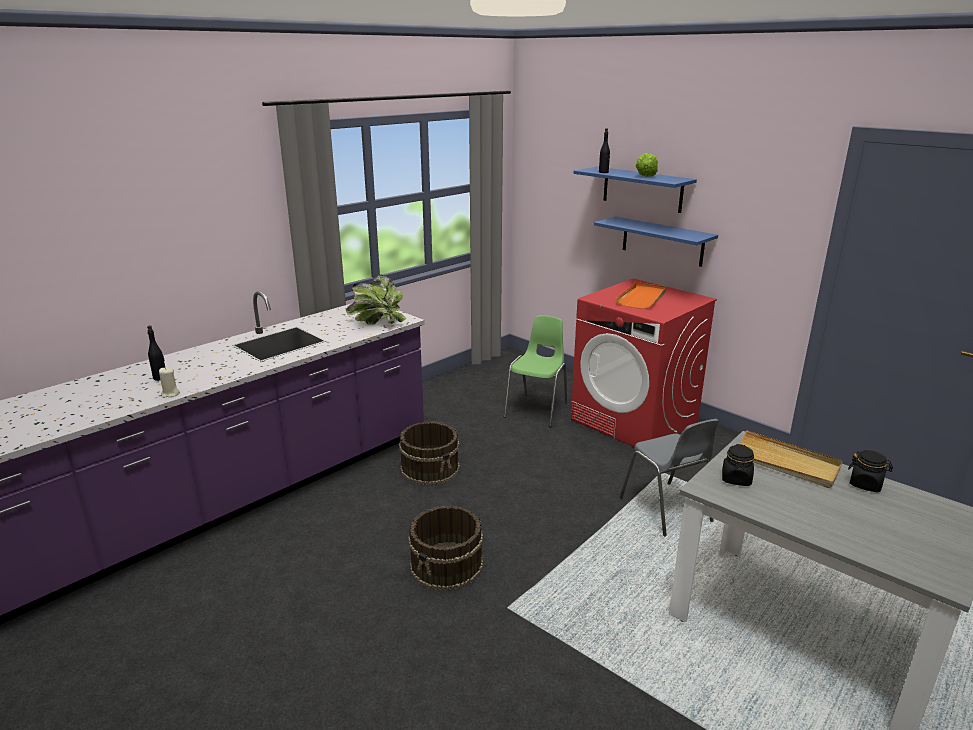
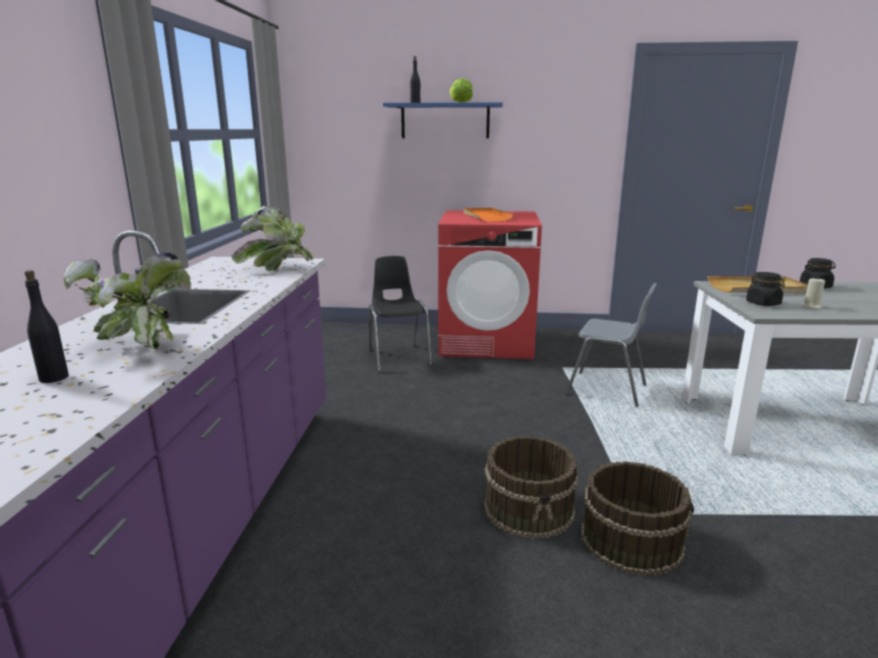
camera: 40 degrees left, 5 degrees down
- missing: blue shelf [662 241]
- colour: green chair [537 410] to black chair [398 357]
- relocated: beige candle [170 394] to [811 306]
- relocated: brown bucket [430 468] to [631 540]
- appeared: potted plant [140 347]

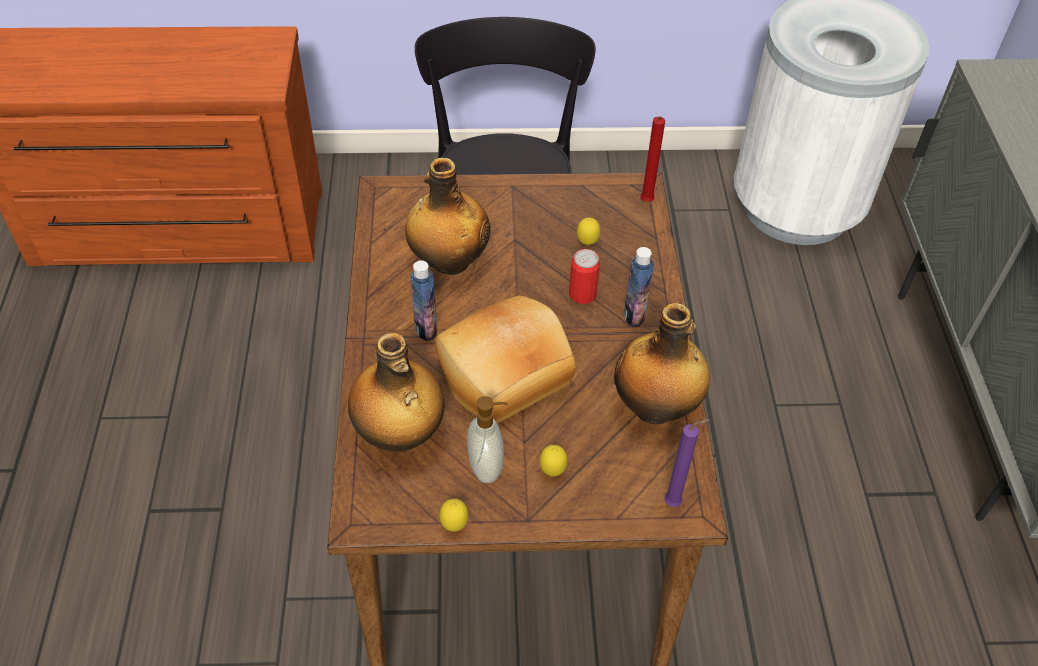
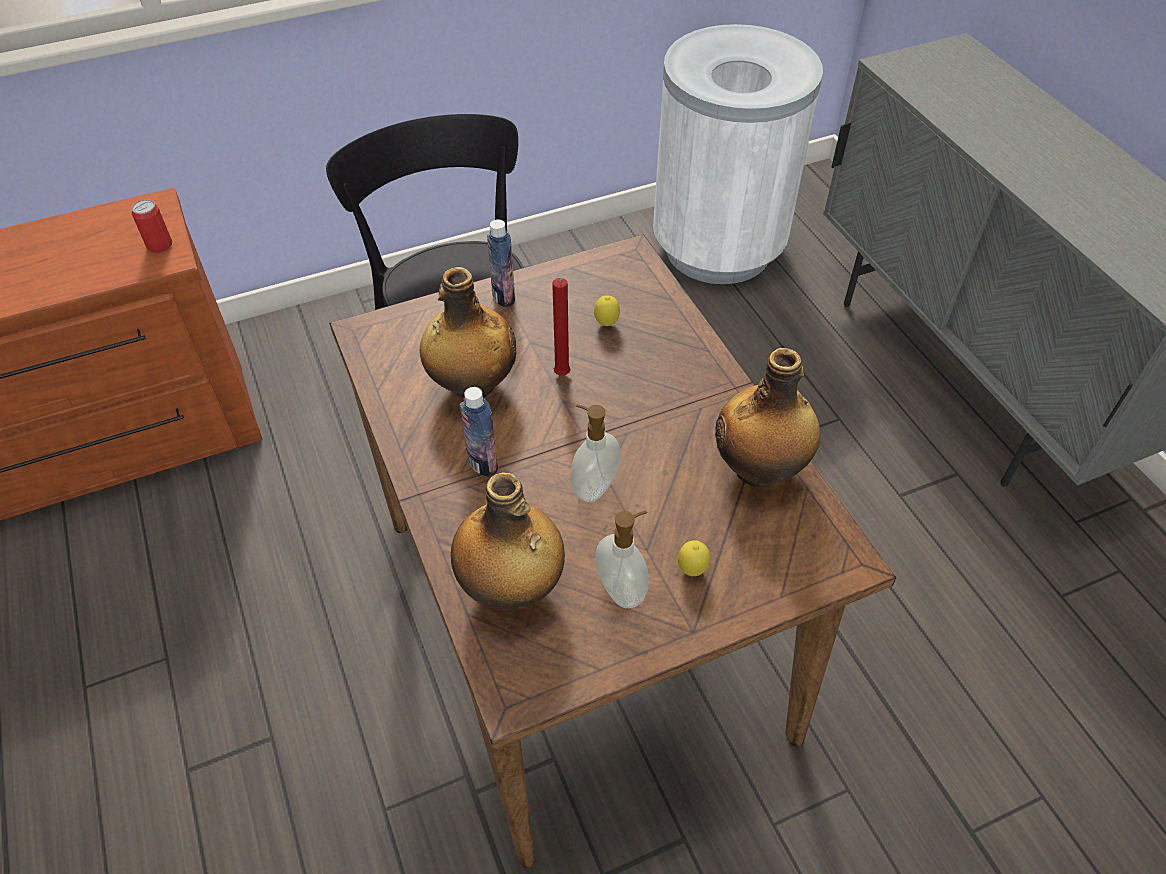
camera: 20 degrees left, 0 degrees up
- relocated: red candle [645 202] to [561 376]
- relocated: bottle [634 314] to [503 296]
- relocated: can [582 294] to [159 245]
- exchanged: bread [506 376] to soap dispenser [593 486]
- missing: purple candle [675 503]
- missing: lemon [454 525]

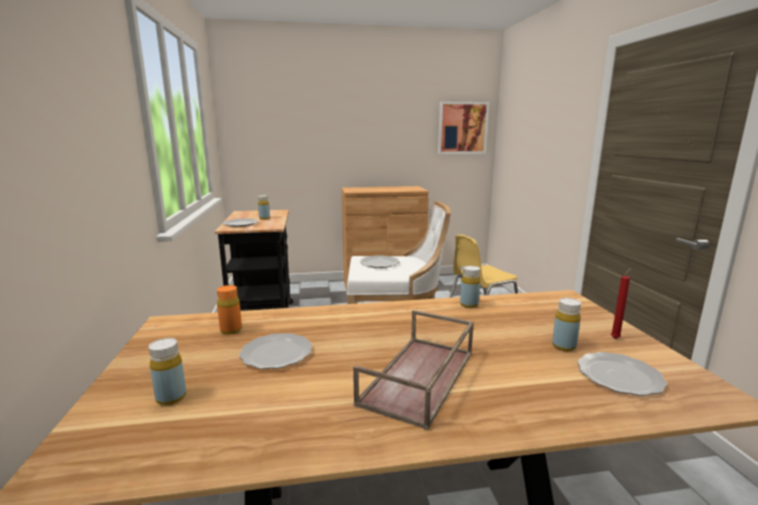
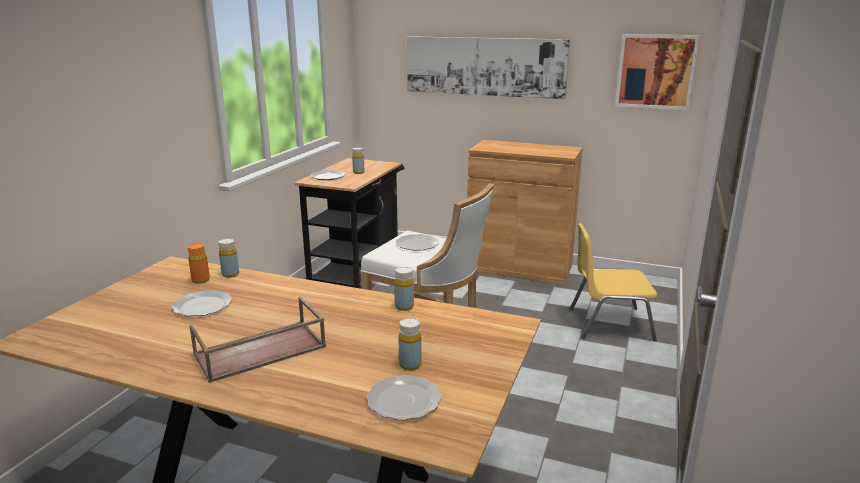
camera: 30 degrees right, 5 degrees up
- missing: red candle [616 338]
- relocated: yellow bottle [171 397] to [230 274]
- appeared: picture [484 66]

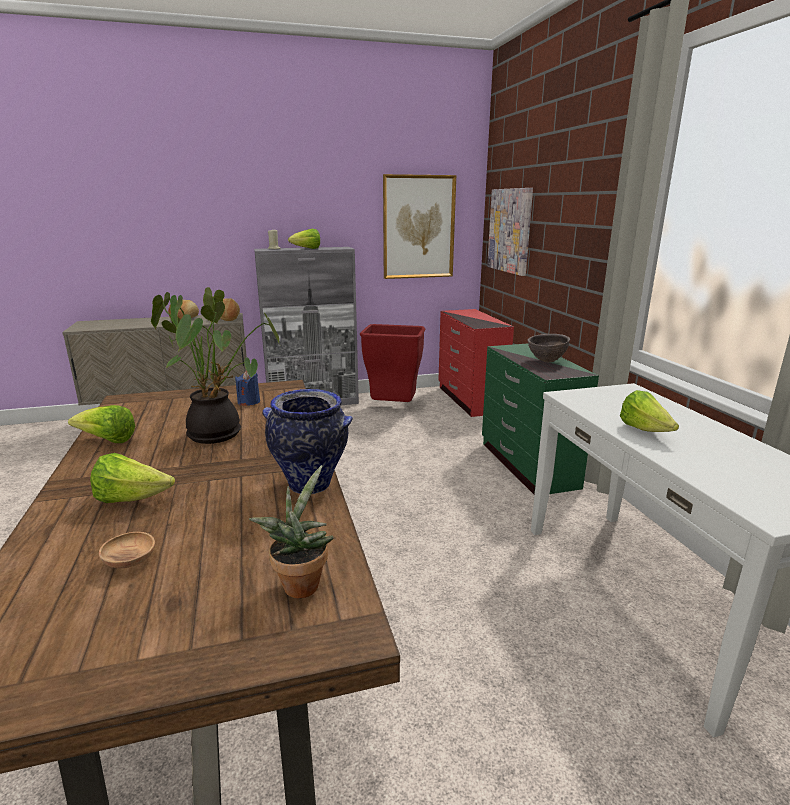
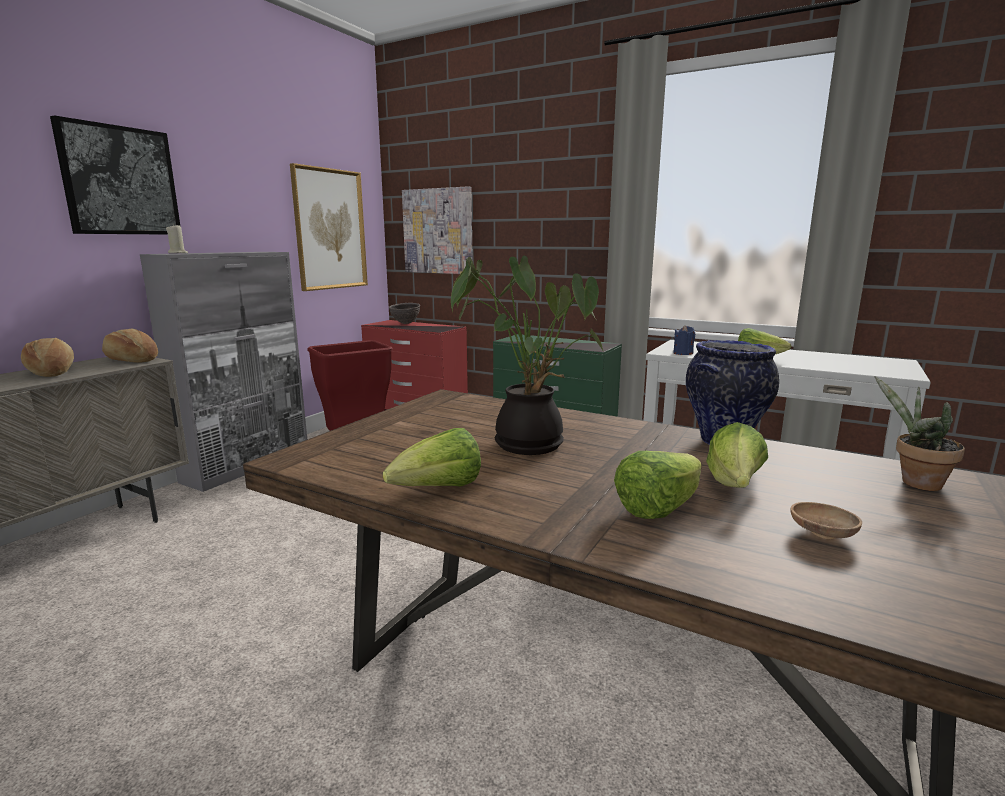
camera: 45 degrees left, 5 degrees down
- relocated: lettuce [307 249] to [734 486]
- relocated: brown bowl [546 361] to [405 323]
- relocated: blue candle [249 402] to [683 353]
- appeared: picture [120 181]

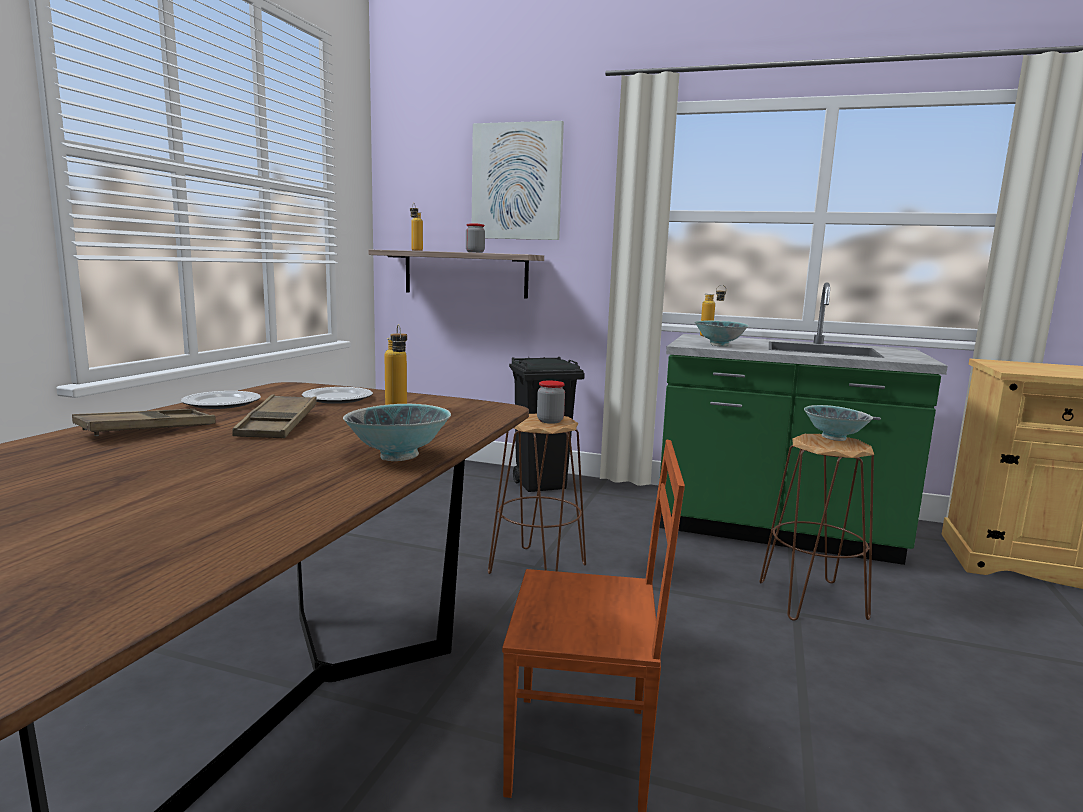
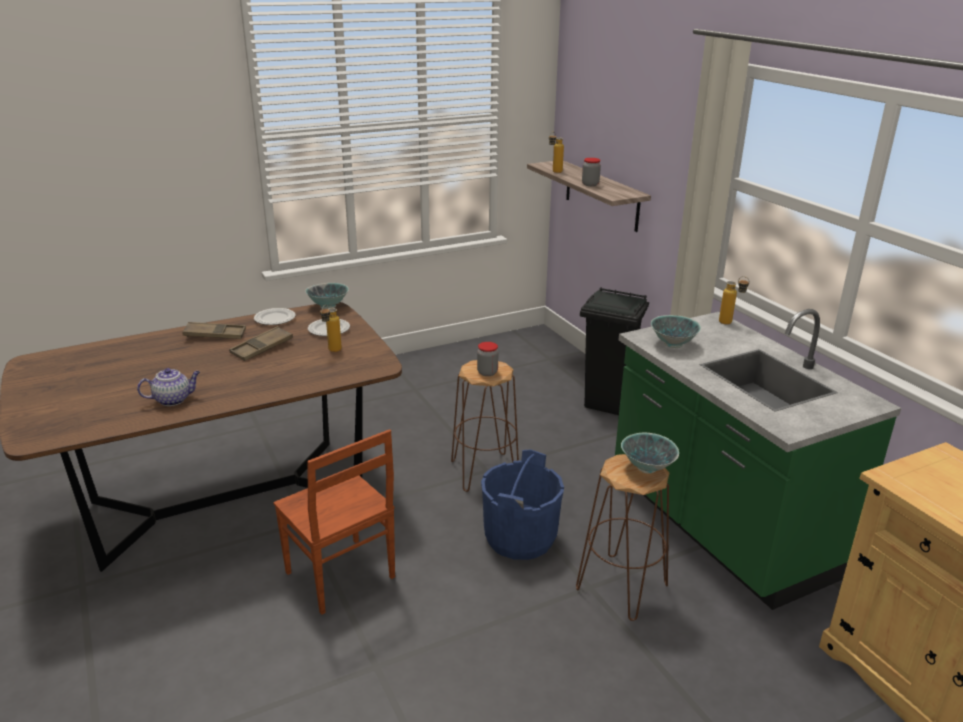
camera: 45 degrees right, 15 degrees up
- missing: picture [517 182]
- relocated: bowl [399 456] to [328 307]
- appeared: teapot [173 399]
- appeared: blue bucket [520 538]

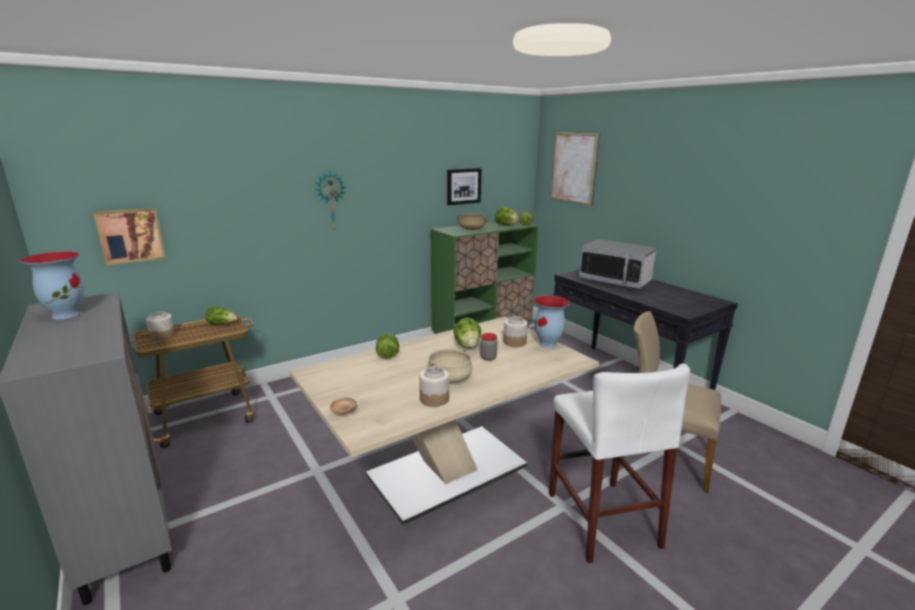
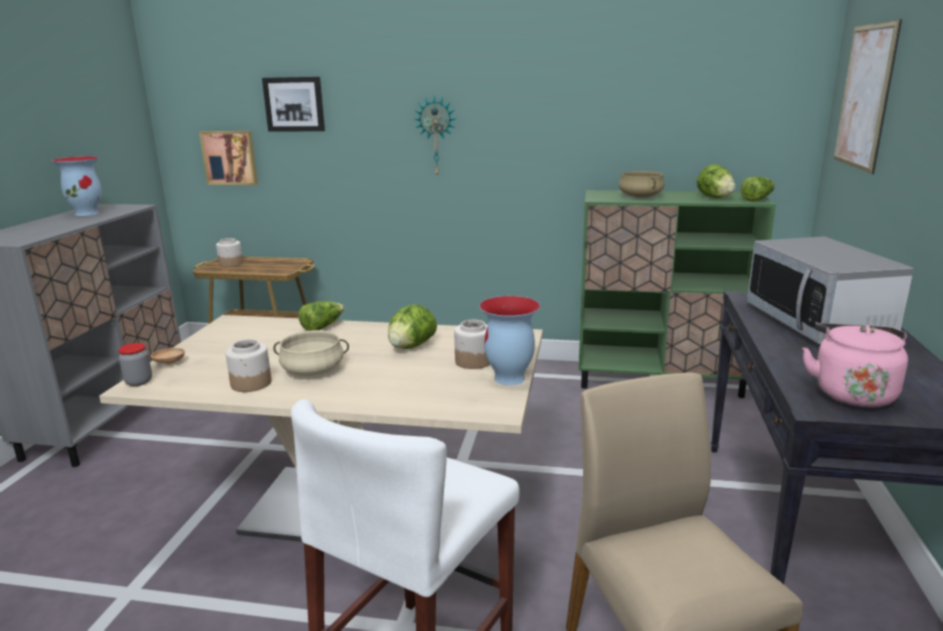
camera: 45 degrees right, 0 degrees up
- relocated: picture [463 186] to [294 104]
- missing: lettuce [222 324]
- relocated: jar [488 357] to [139 382]
- appeared: pink kettle [851 393]

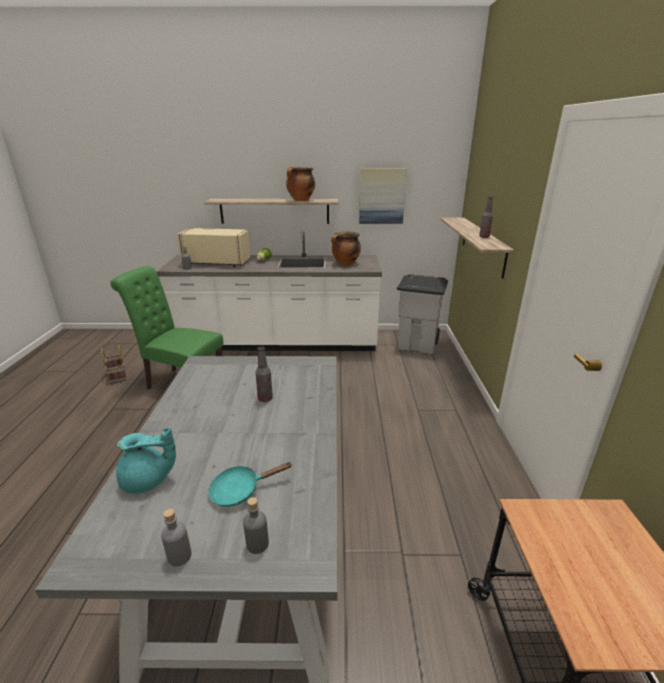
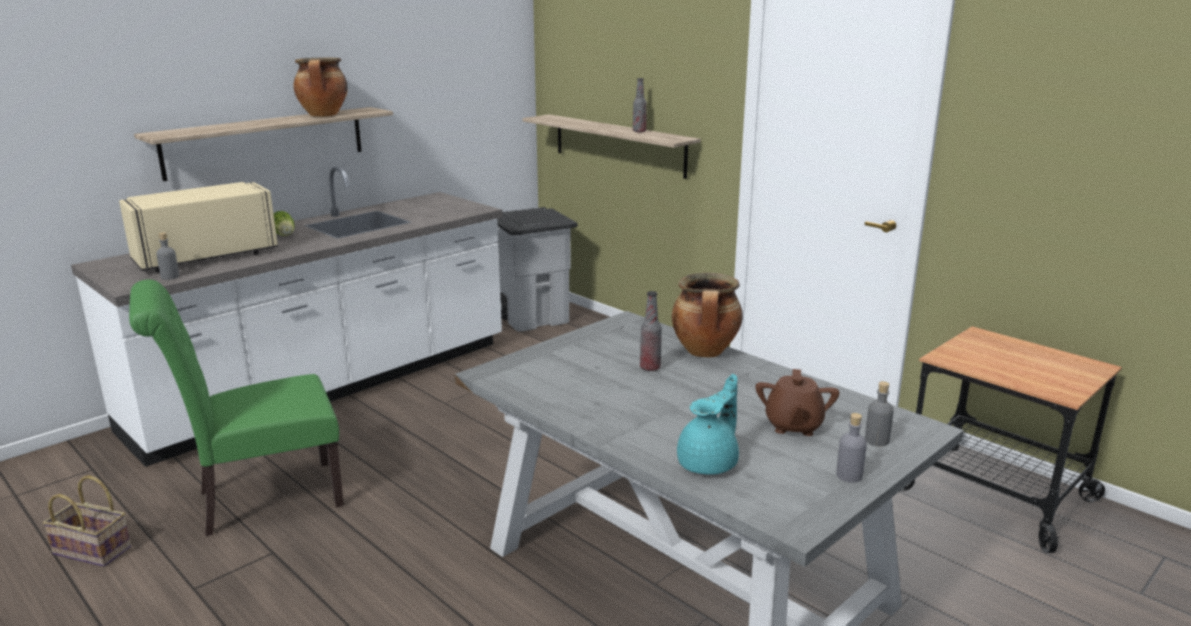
camera: 45 degrees left, 5 degrees down
- missing: picture [382 196]
- relocated: cooking pot [345 264] to [705 352]
- exchanged: turquoise frying pan [240 490] to brown teapot [793 426]

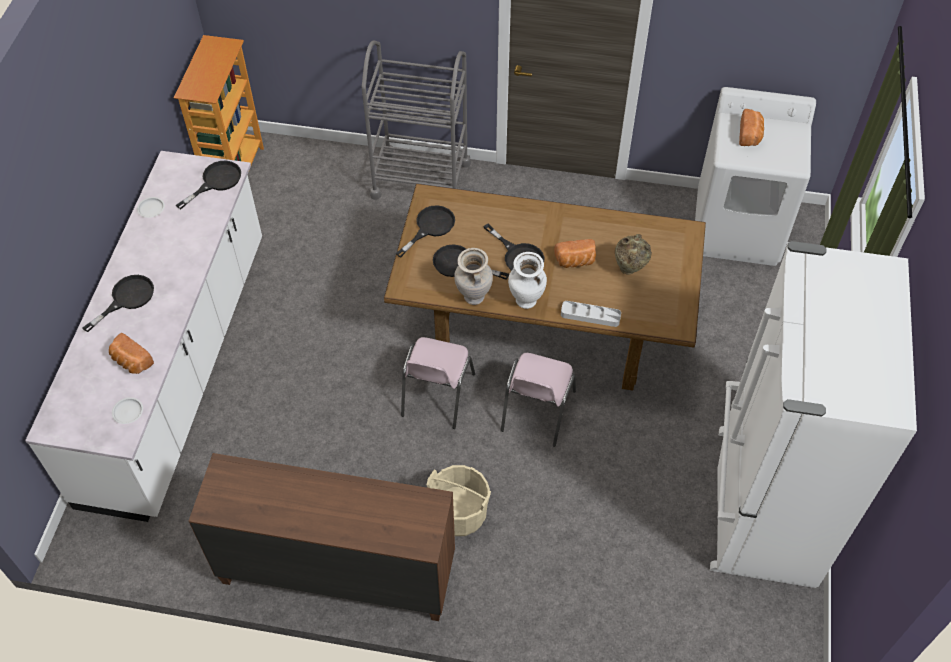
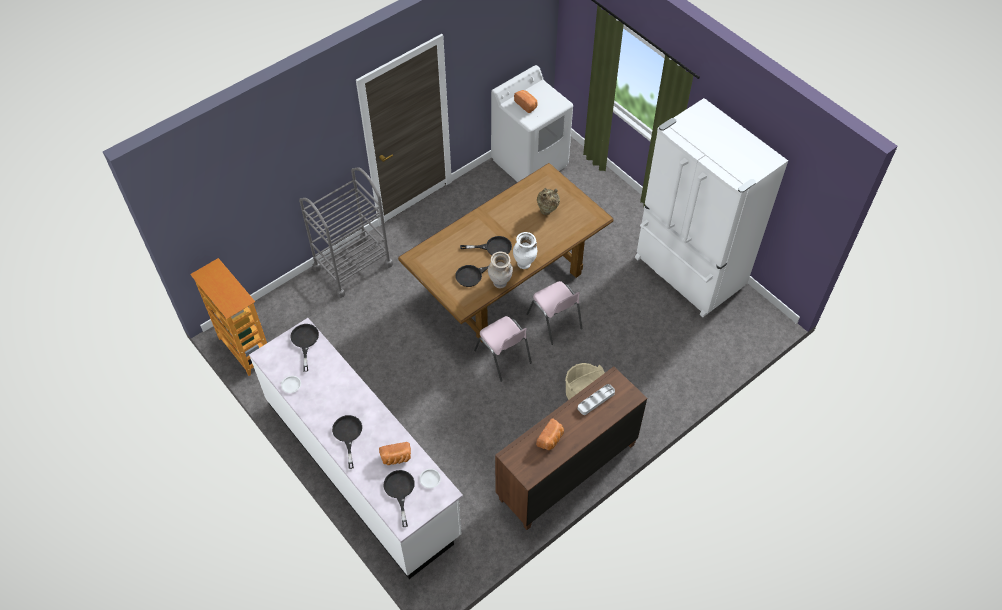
camera: 50 degrees left, 0 degrees up
- relocated: black frying pan [430 227] to [400 491]
- relocated: bread [575 261] to [551 439]
- relocated: grey tray [590 316] to [596 400]

